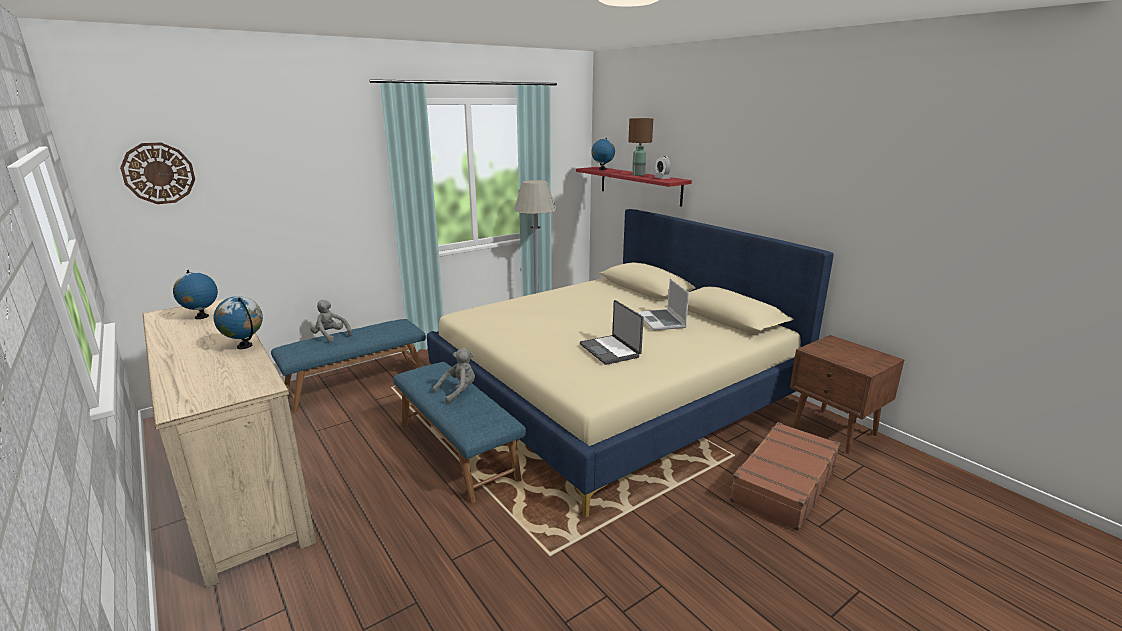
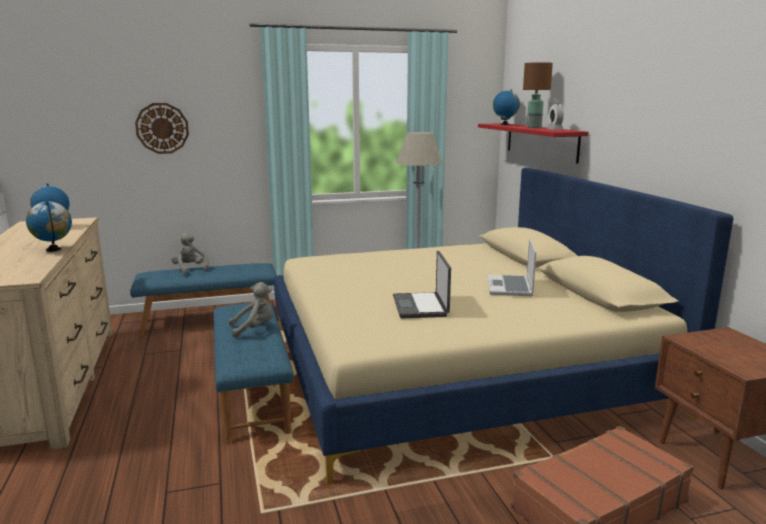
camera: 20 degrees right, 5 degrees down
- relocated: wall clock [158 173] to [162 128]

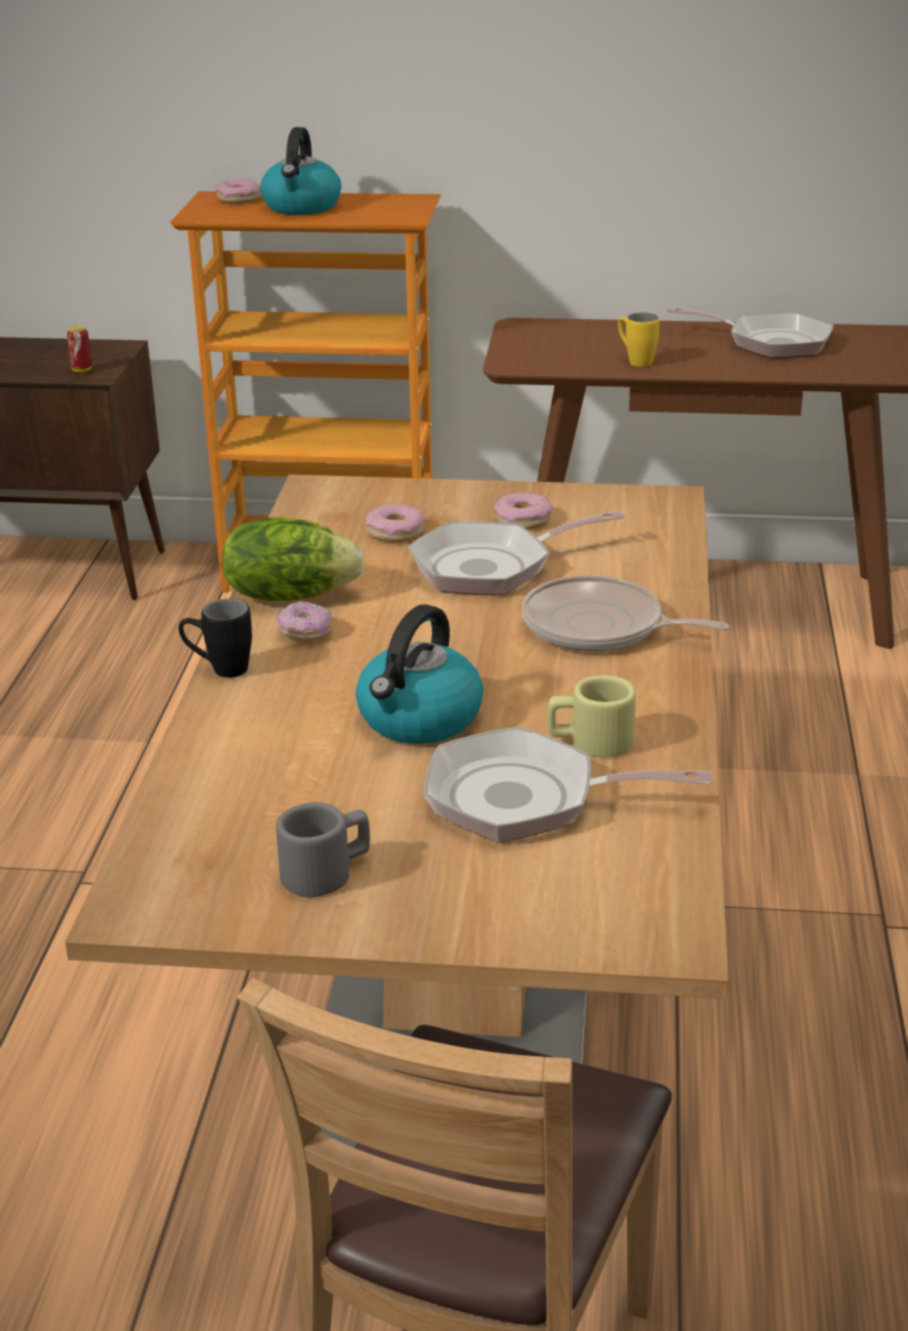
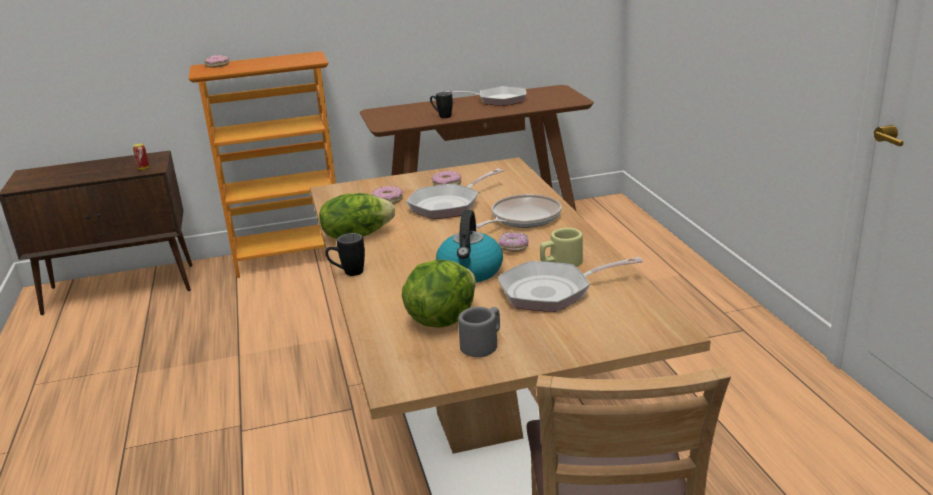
camera: 20 degrees left, 5 degrees down
- missing: kettle [302 207]
- colour: yellow mug [635 361] to black mug [441 116]
- spun: frying pan [599 627] = [522 218] 135 degrees clockwise
- relocated: donut [305 633] to [513 248]
- appeared: lettuce [441 319]

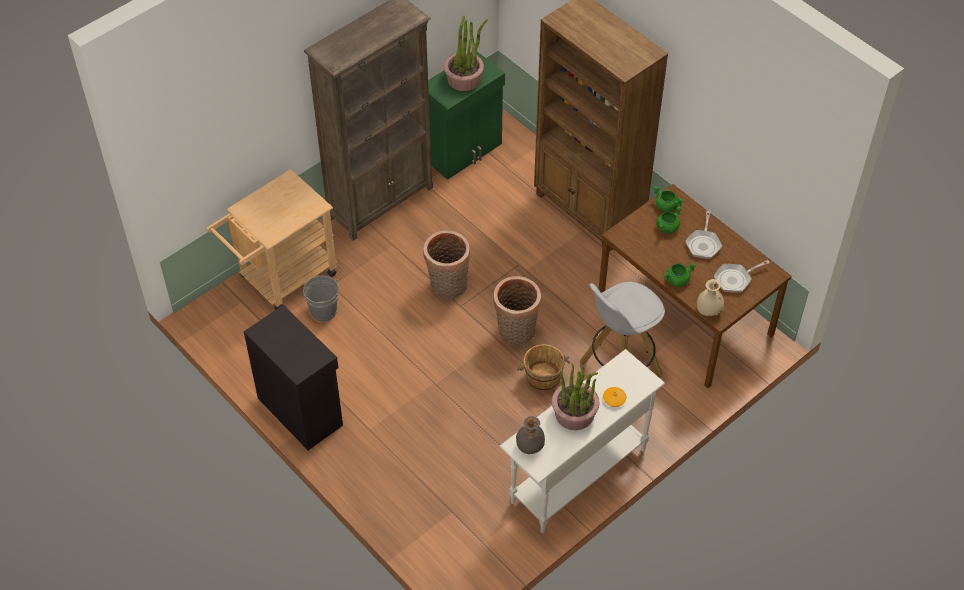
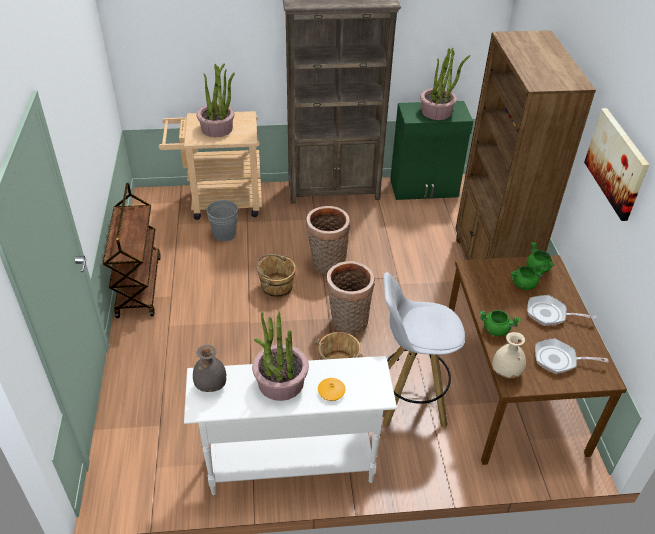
camera: 35 degrees right, 10 degrees down
- spun: frying pan [703 244] = [549 314] 60 degrees clockwise
- exchanged: black cabinet [301 410] to brown cart [138 285]
- appeared: potted plant [217 128]
- appeared: picture [617 163]
- appeared: brown bucket [276 287]

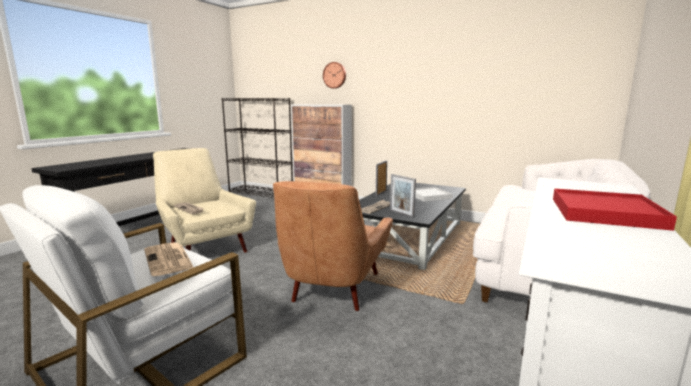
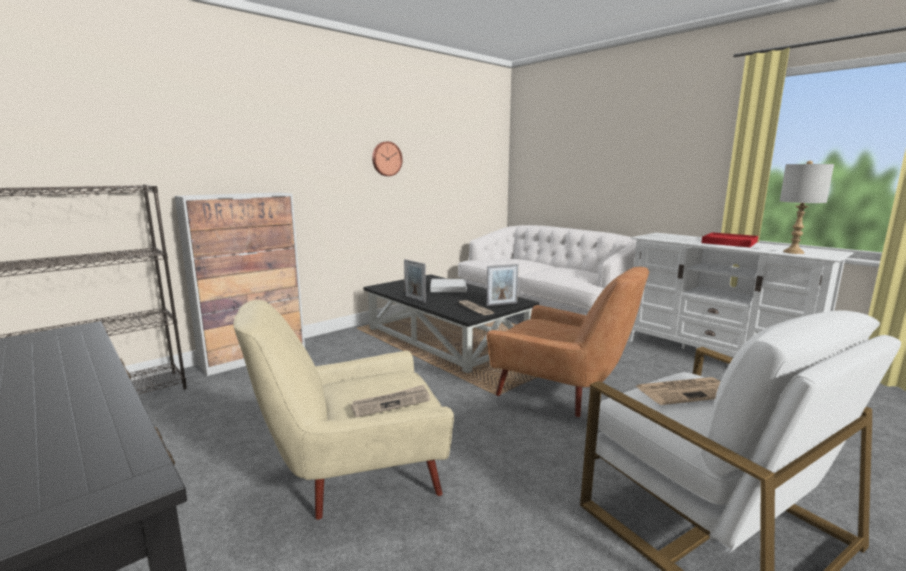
camera: 70 degrees left, 0 degrees up
- relocated: wall clock [335 75] to [386 159]
- appeared: grey table lamp [794 252]

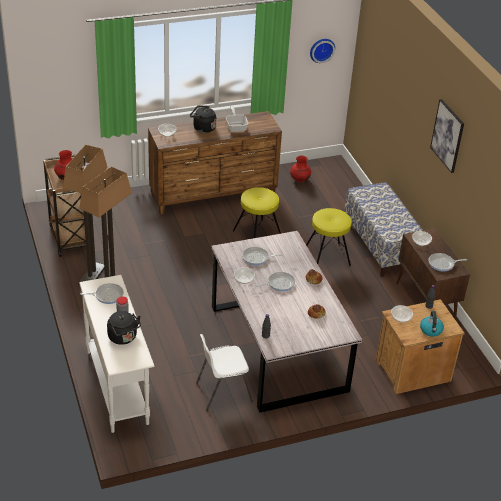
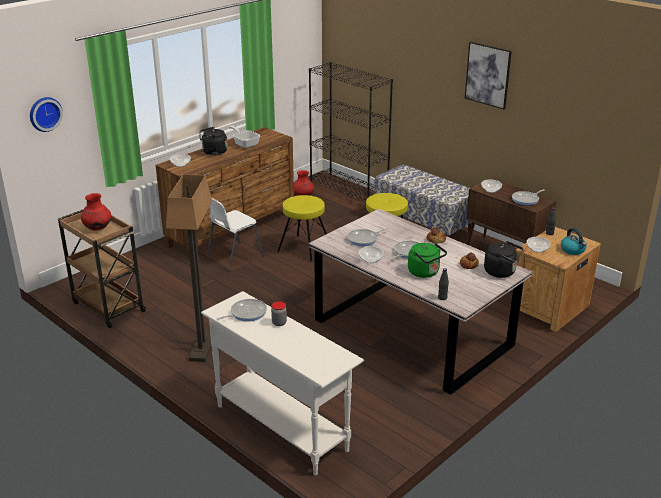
camera: 25 degrees left, 10 degrees down
- relocated: wall clock [321 49] to [44 113]
- missing: floor lamp [92 276]
- relocated: black kettle [123 338] to [502 272]
- relocated: white chair [223 391] to [234 257]
- appeared: black bookcase [349 190]
- appeared: green kettle [425 272]

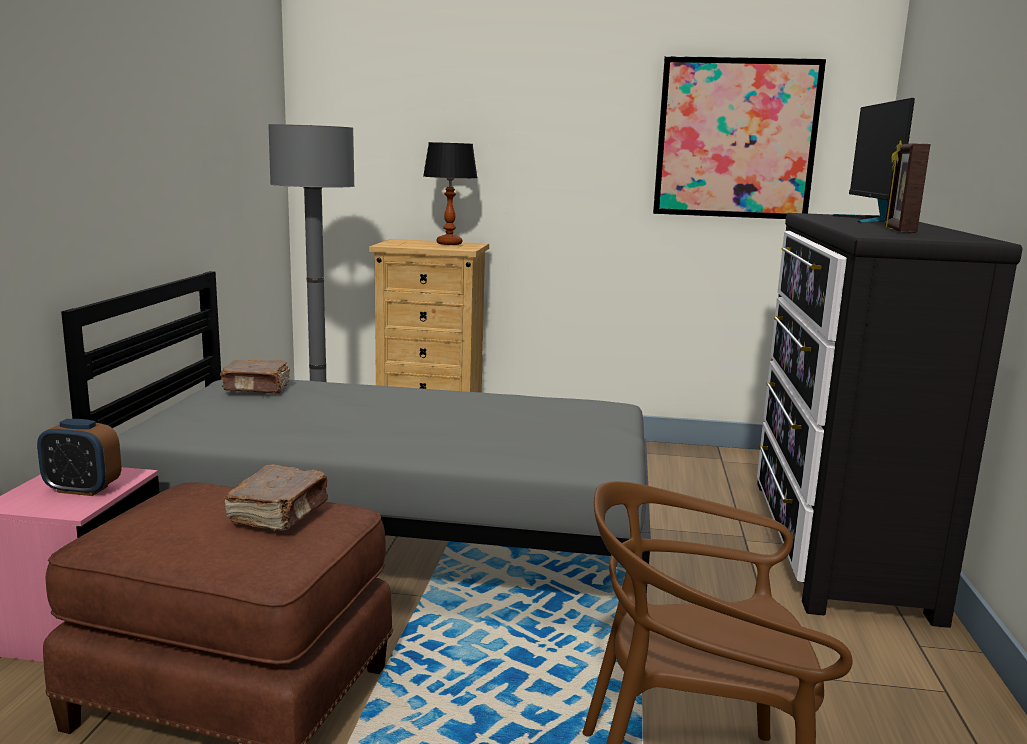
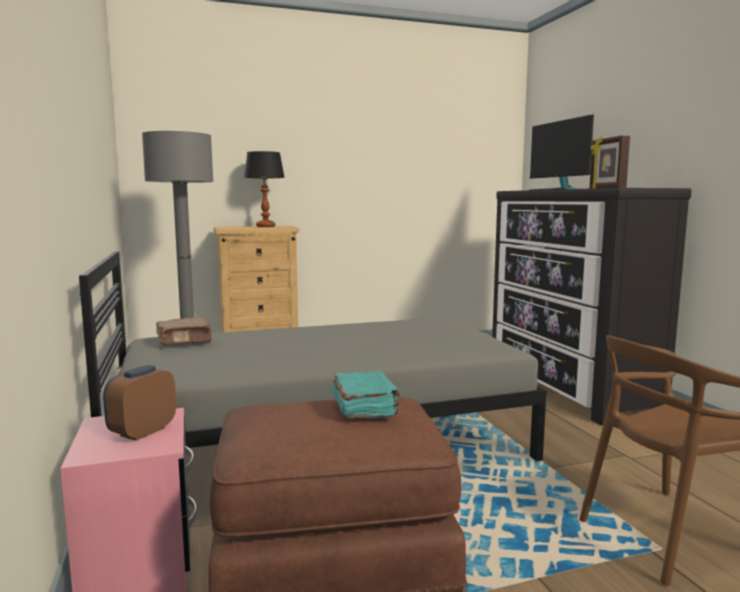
camera: 25 degrees left, 5 degrees down
- missing: picture [735 139]
- spun: alarm clock [82 489] = [142 432] 135 degrees clockwise
- colour: brown book [280 514] to turquoise book [365 408]

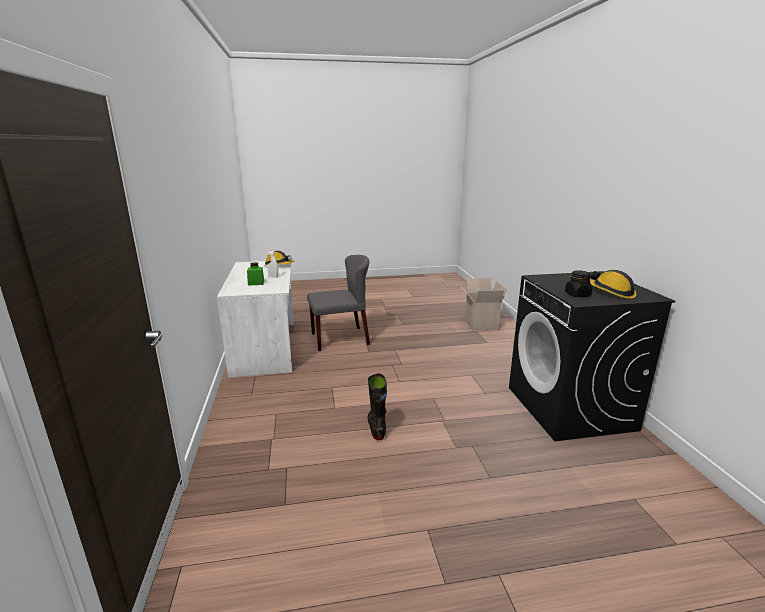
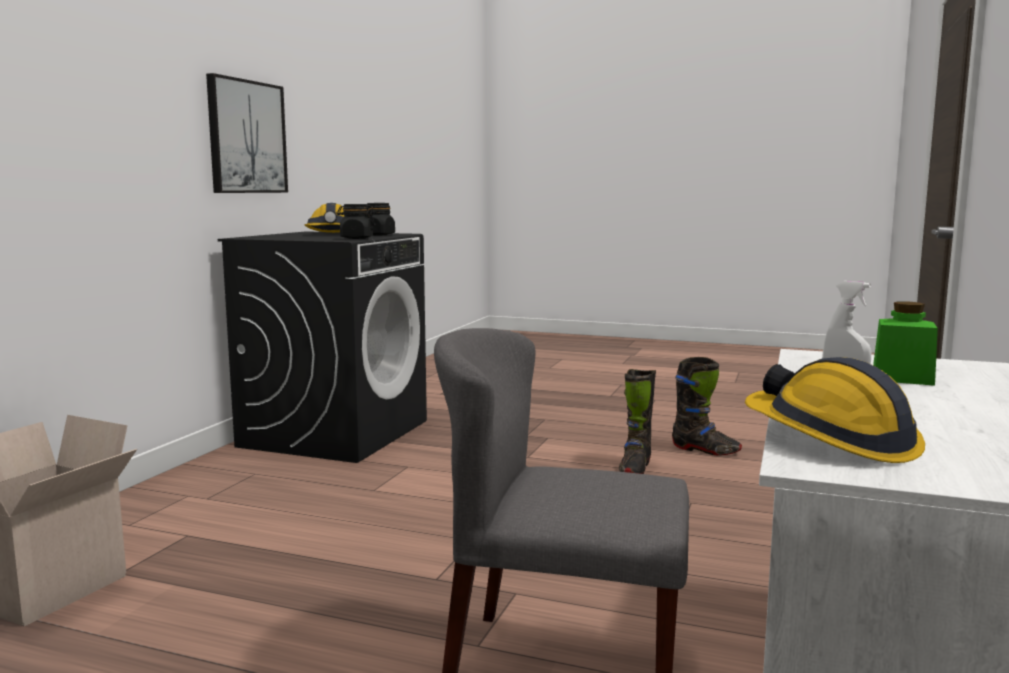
camera: 150 degrees left, 10 degrees down
- appeared: picture [246 137]
- appeared: black jar [356 238]
- appeared: black boot [705 450]

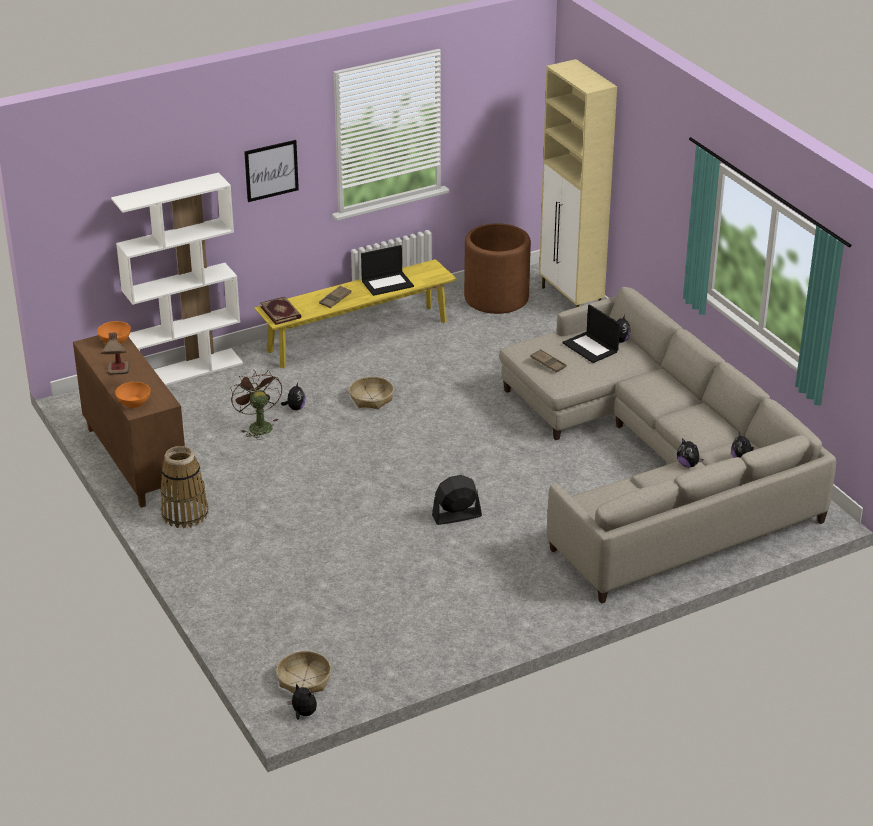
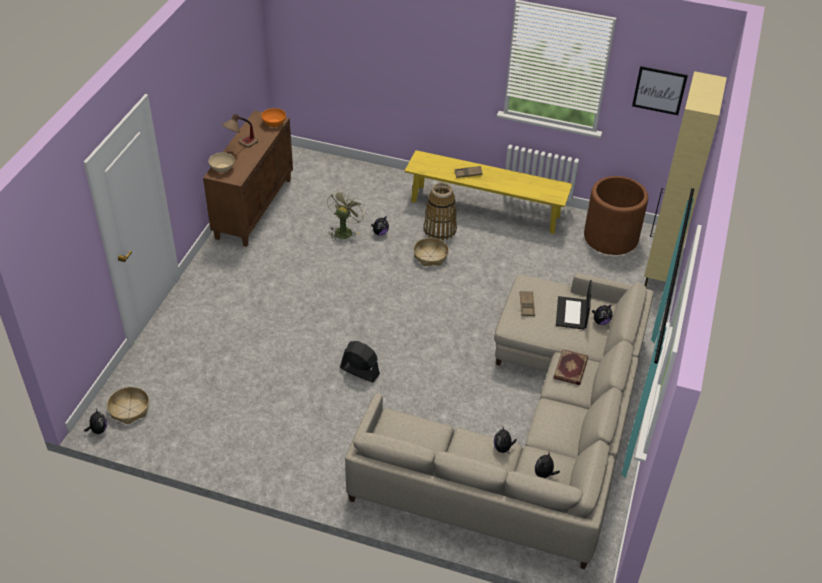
camera: 45 degrees right, 10 degrees up
- relocated: picture [271 170] to [659 90]
- missing: white bookcase [187 370]
- missing: laptop [387 283]
- relocated: book [281 312] to [571 368]
- colour: brown fan [258 425] to green fan [344 230]
- colour: orange bowl [134 402] to beige bowl [222 168]
- relocated: basket [185 514] to [440 230]

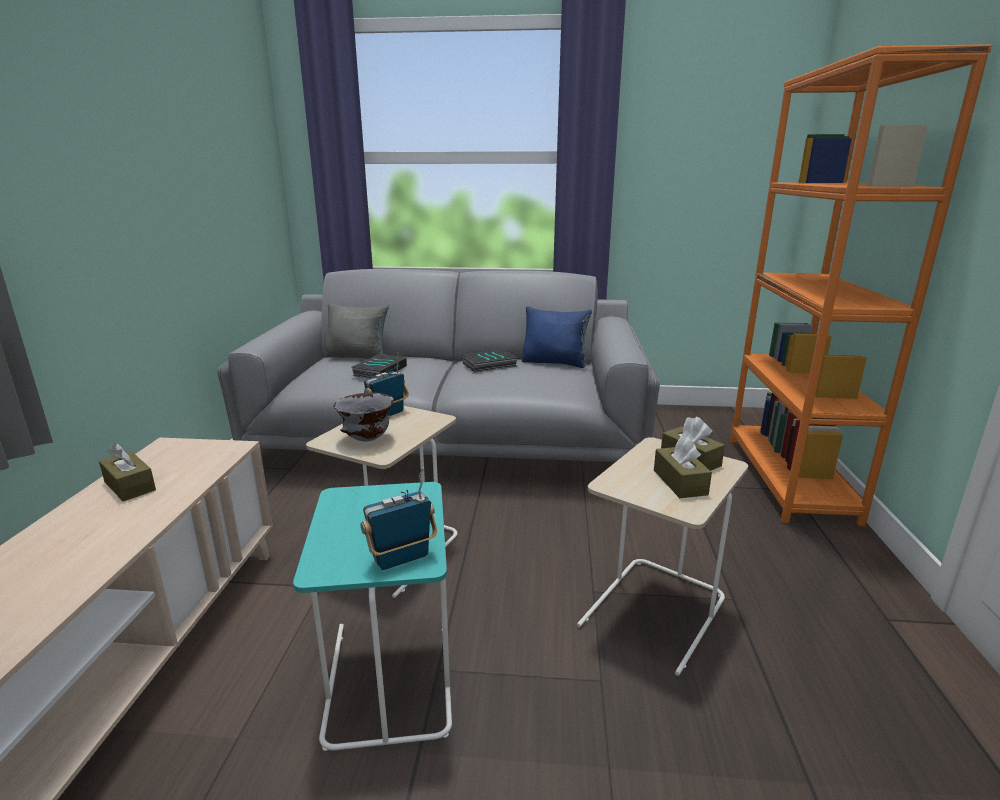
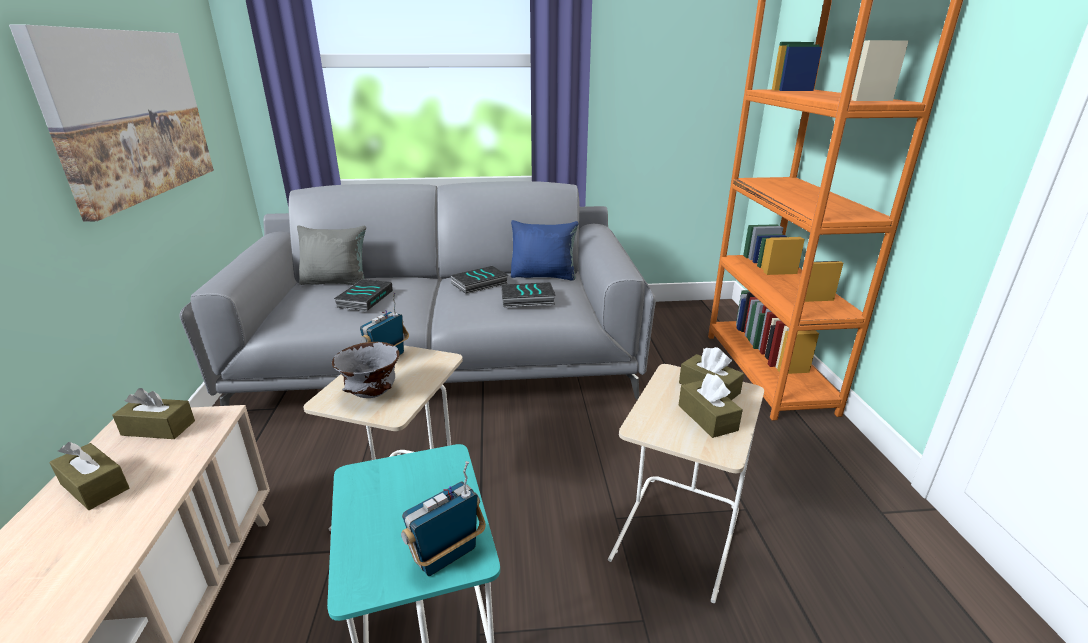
camera: 10 degrees left, 5 degrees up
- appeared: picture [129 115]
- appeared: book [527 299]
- appeared: brown tissue box [158 428]

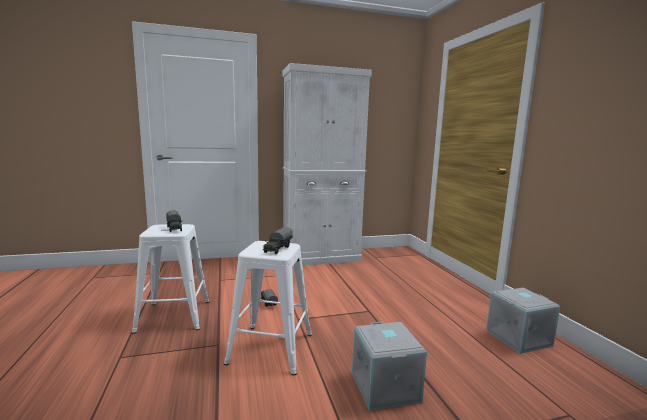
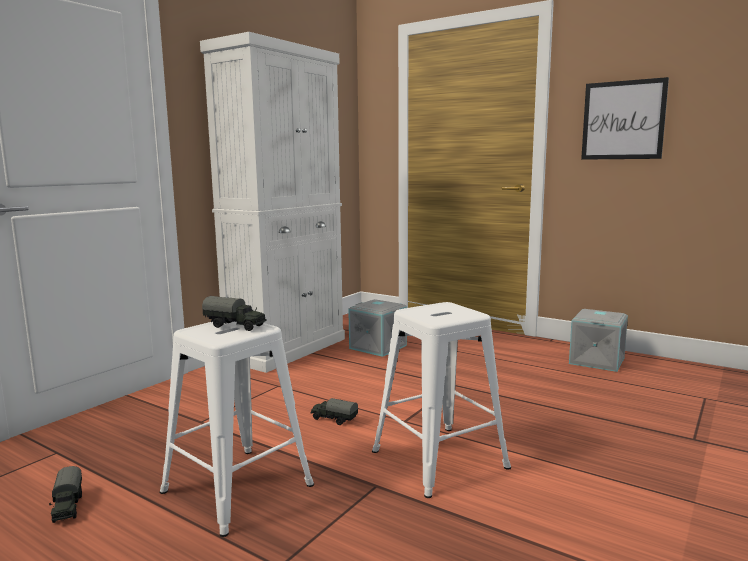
camera: 40 degrees left, 0 degrees up
- relocated: toy truck [277 249] to [67 507]
- relocated: grey storage box [386 387] to [379 347]
- appeared: picture [623 120]

